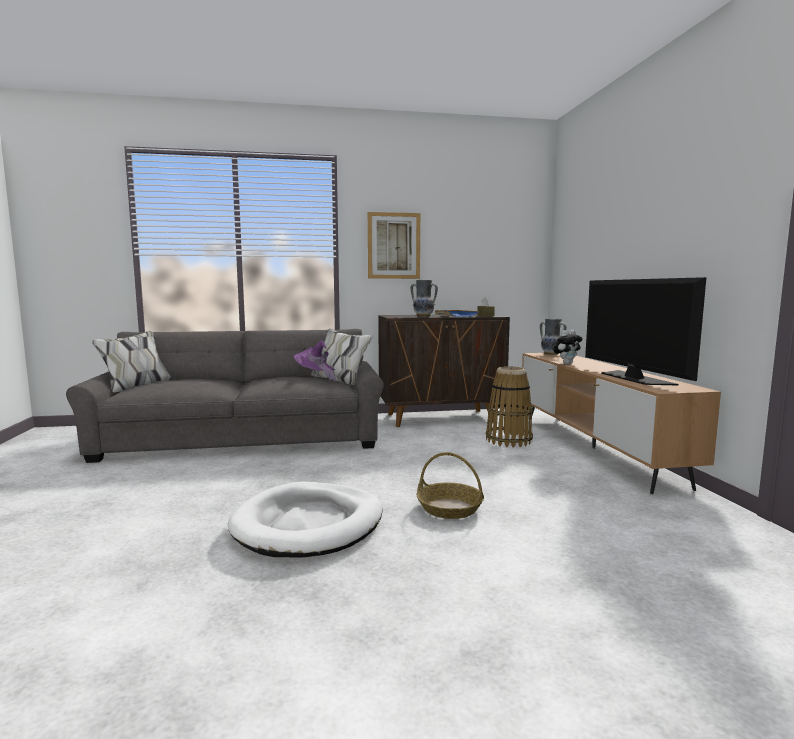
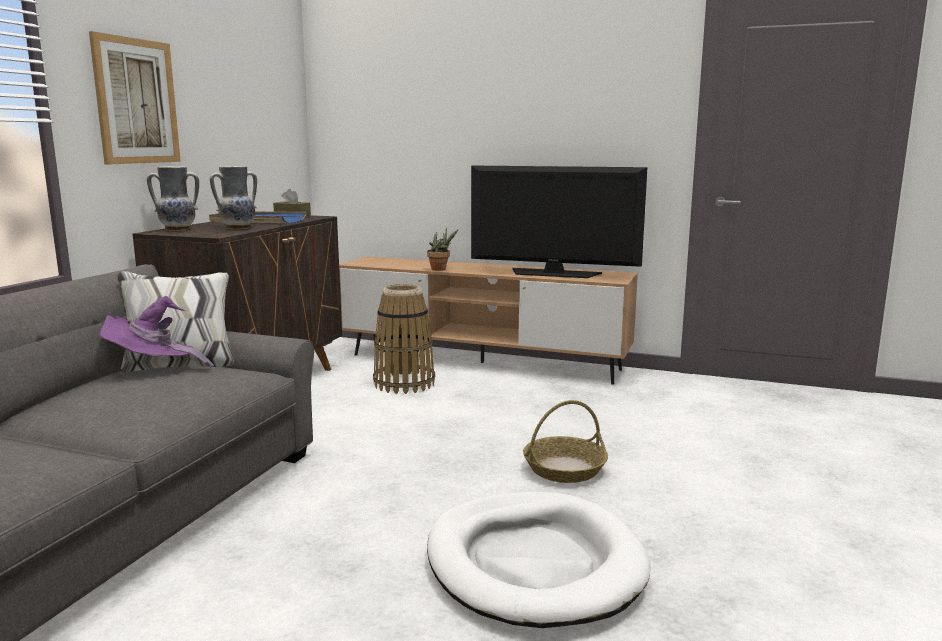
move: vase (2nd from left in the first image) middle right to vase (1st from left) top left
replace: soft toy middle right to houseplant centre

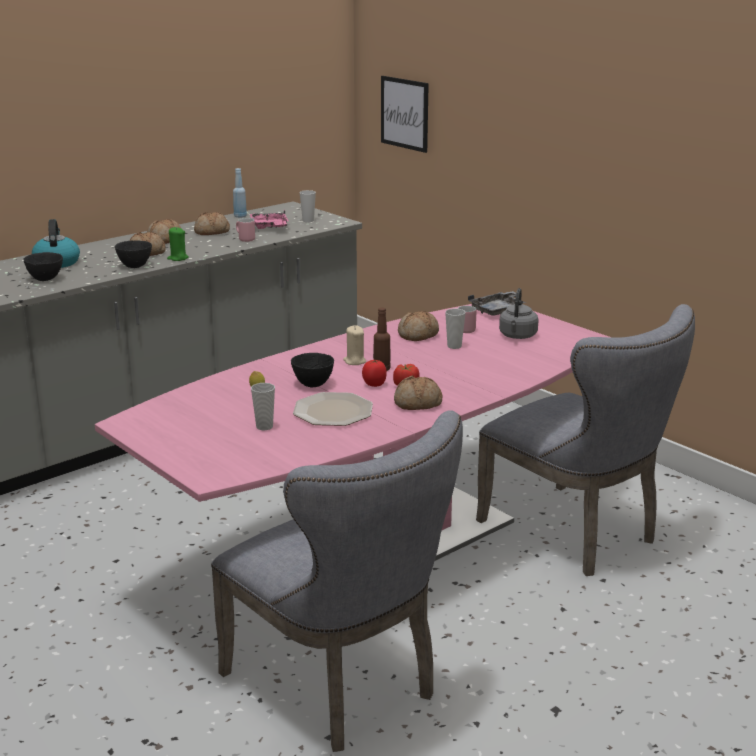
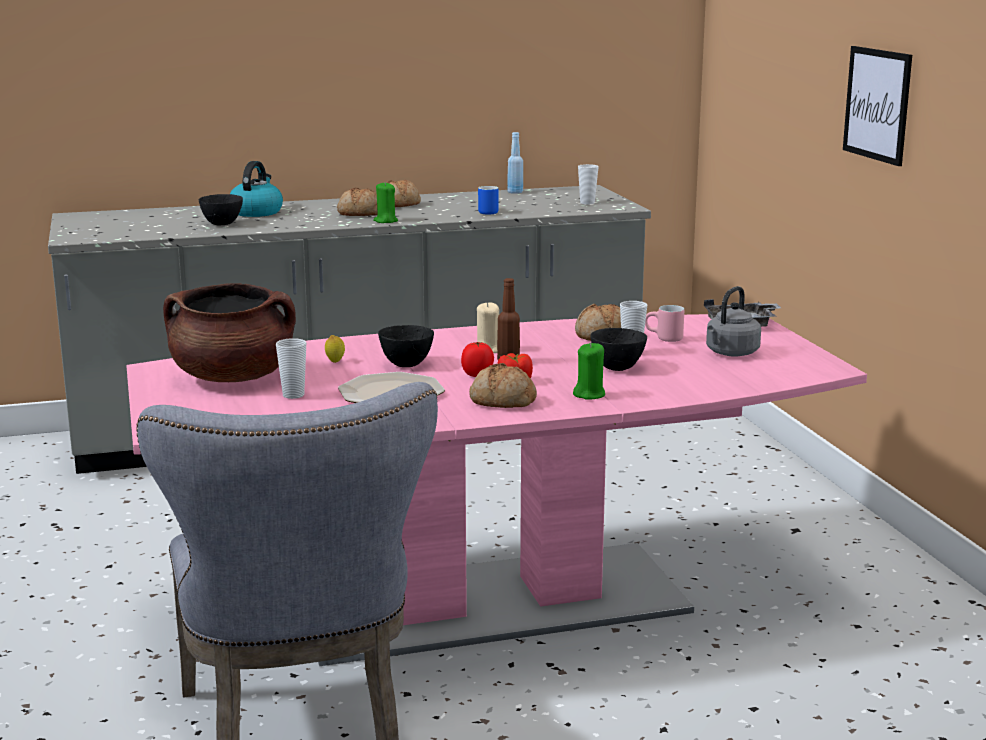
delete: bread (3rd from left) top left; pinkish tray top centre; grey chair (2nd from left) middle right
insert: brownish cooking pot middle left; greenish wax candle (2nd from left) centre
move: blackish bowl (2nd from left in the first image) middle left to blackish bowl (3rd from left) centre; wall art top centre to top right
recolor: pinkish mug (1st from left) top left to blue-coloured mug top centre

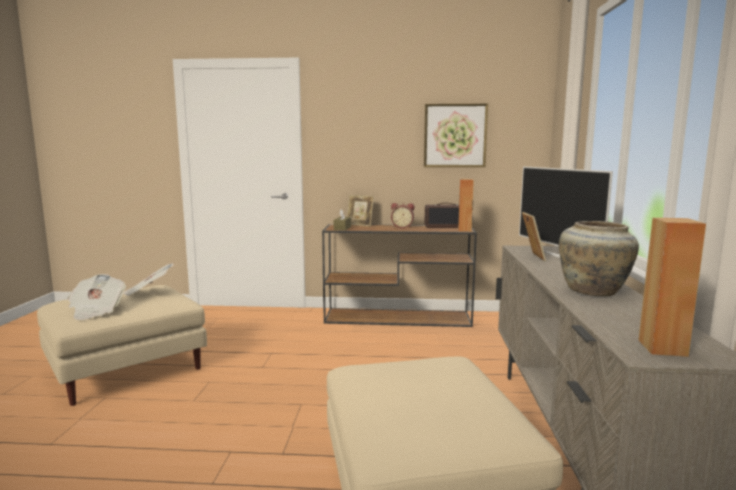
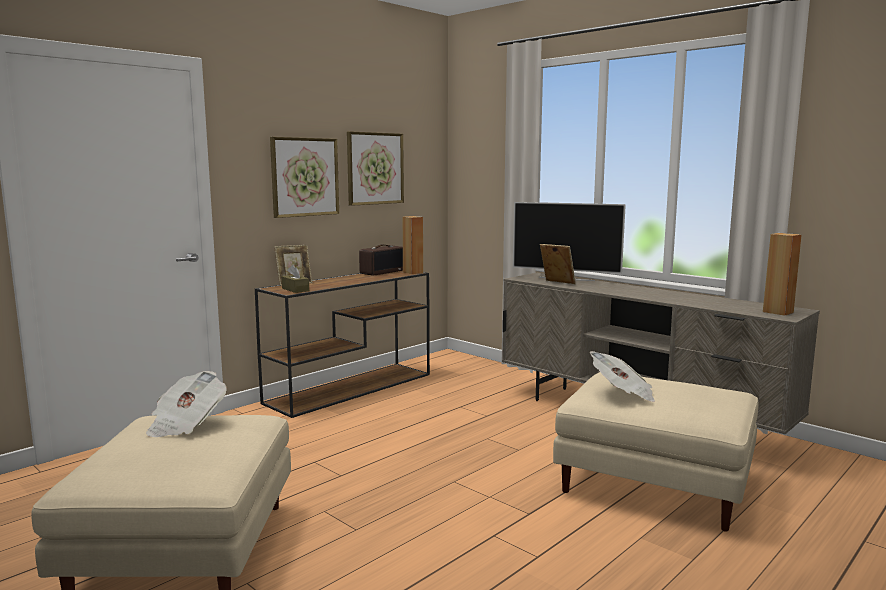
delete: table clock centre; beige-coloured vase middle right
insert: wall art (1st from left) top centre
move: newspaper (1st from left in the first image) middle left to newspaper (2nd from left) middle right

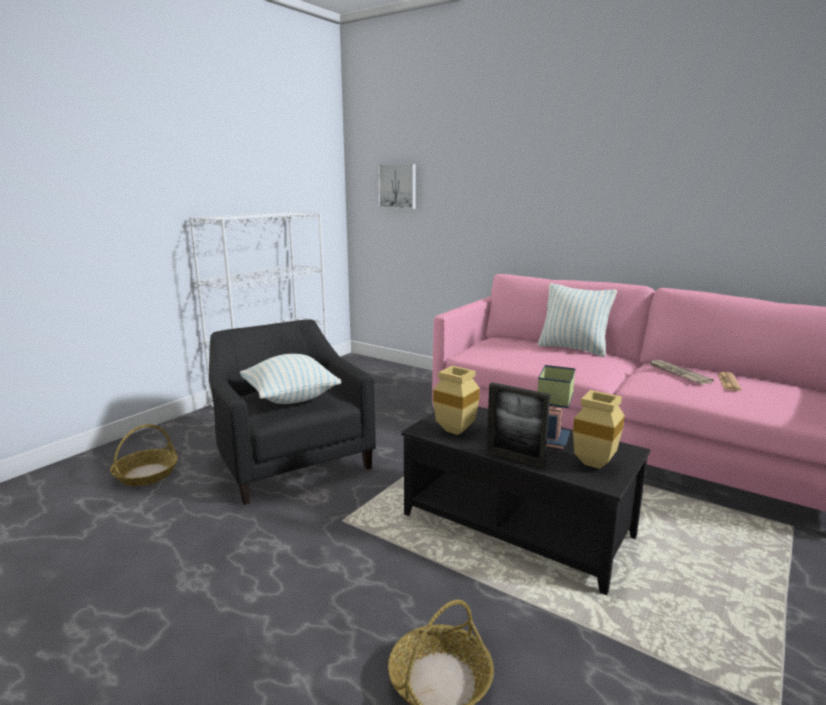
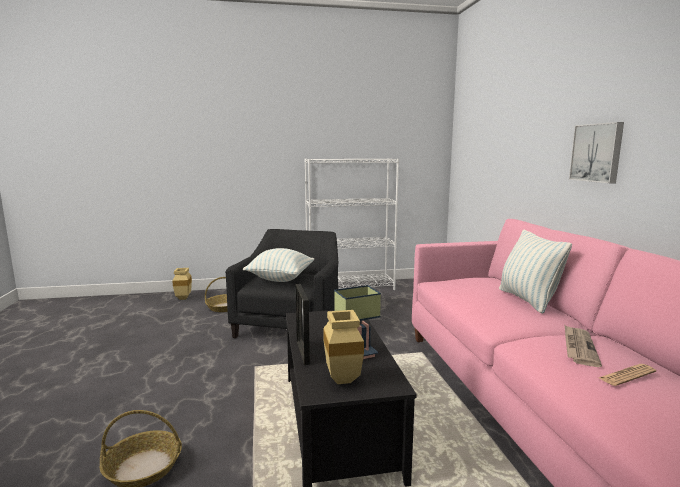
move: beige-coloured vase (1st from left) centre to middle left; wall art top centre to top right

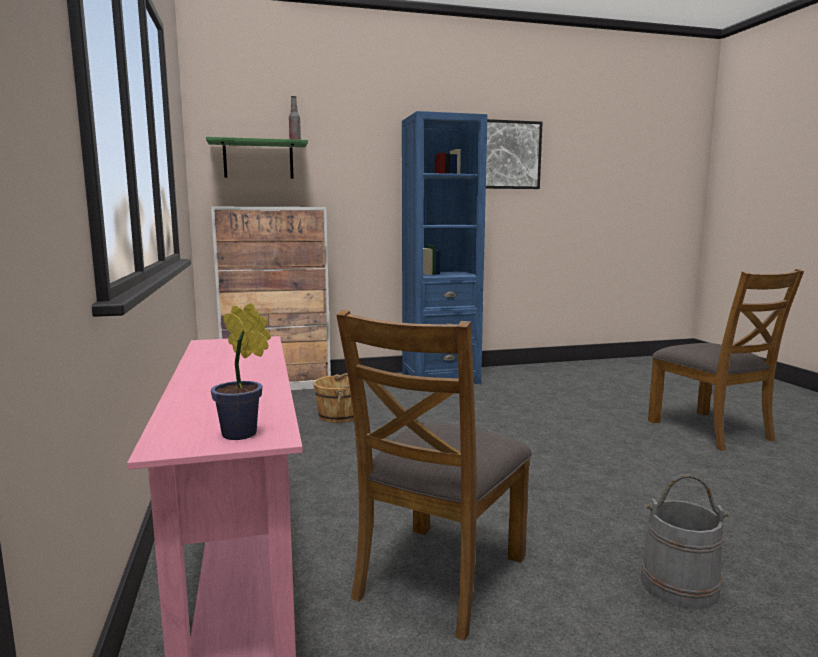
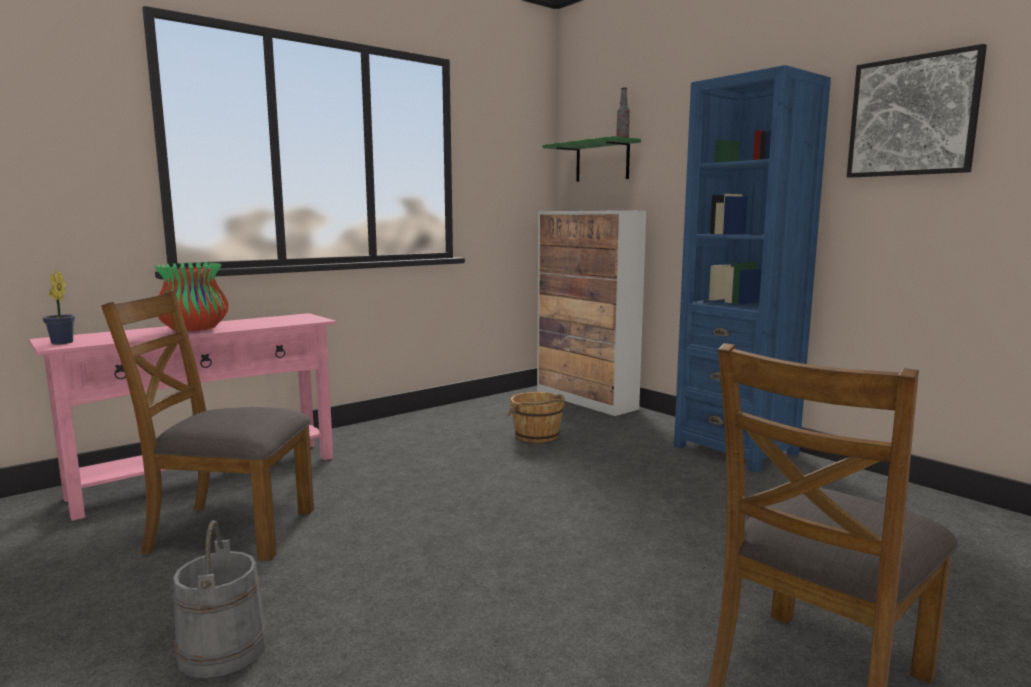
insert: vase middle left

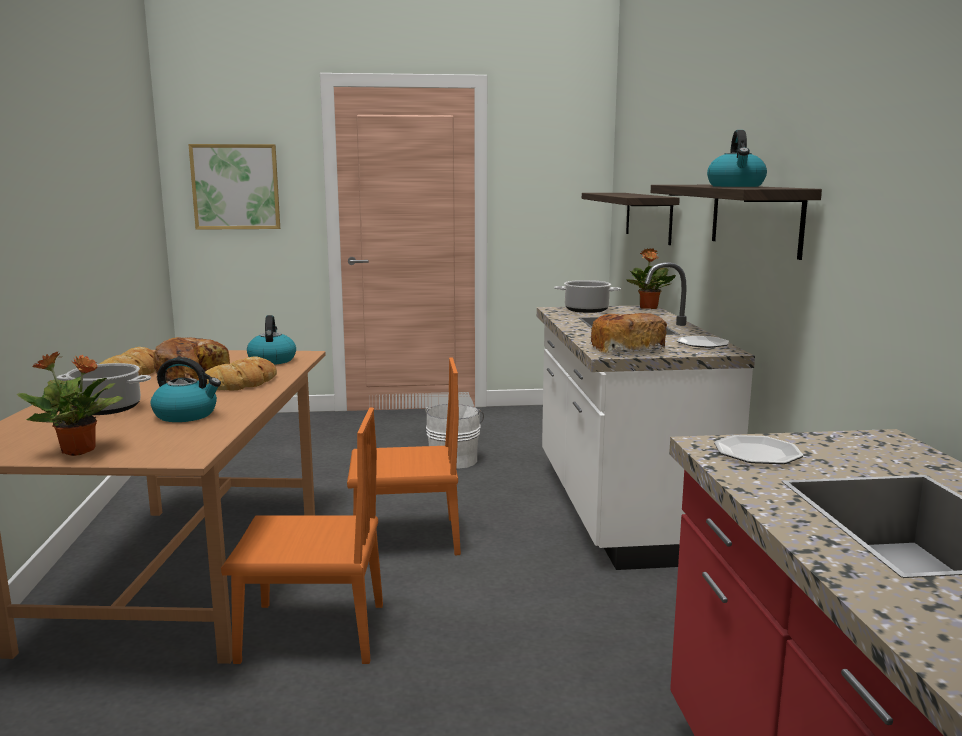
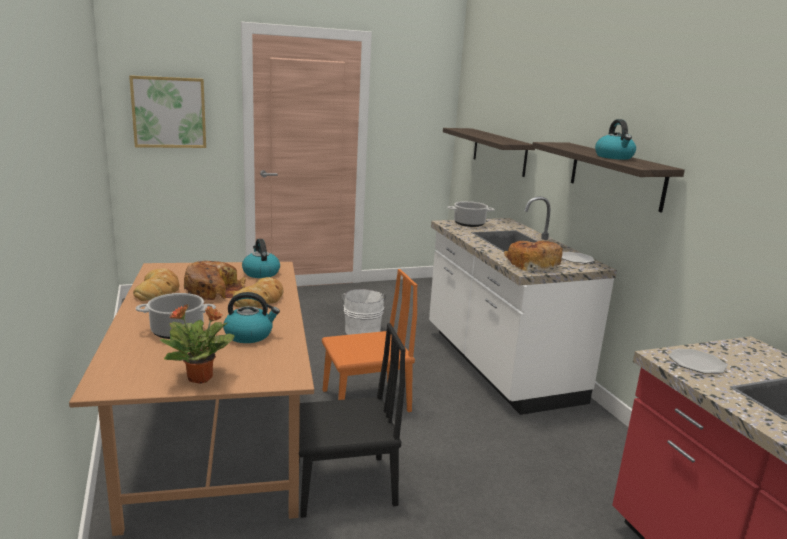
delete: houseplant (2nd from left) middle right
recolor: orange chair (1st from left) bottom left to blackish chair bottom centre

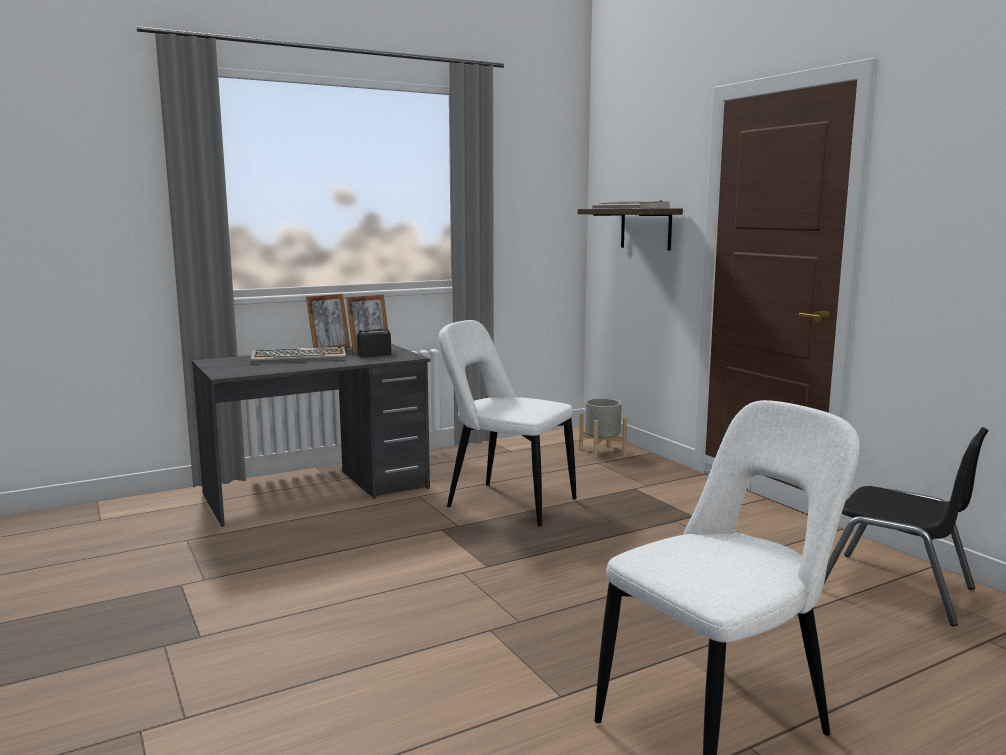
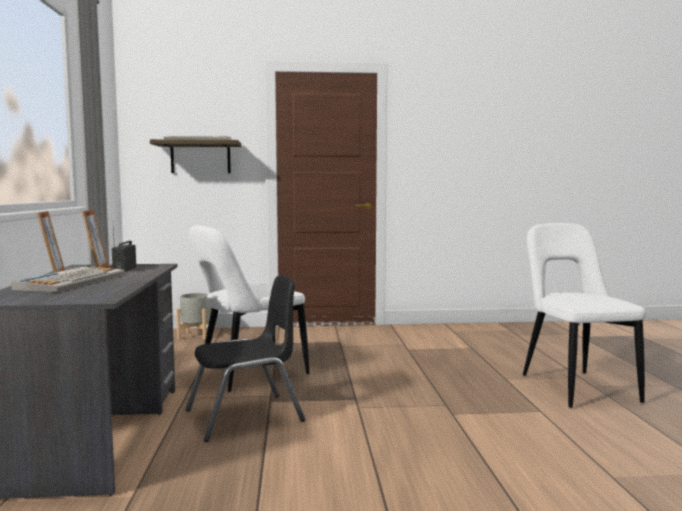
move: blackish chair bottom right to bottom centre

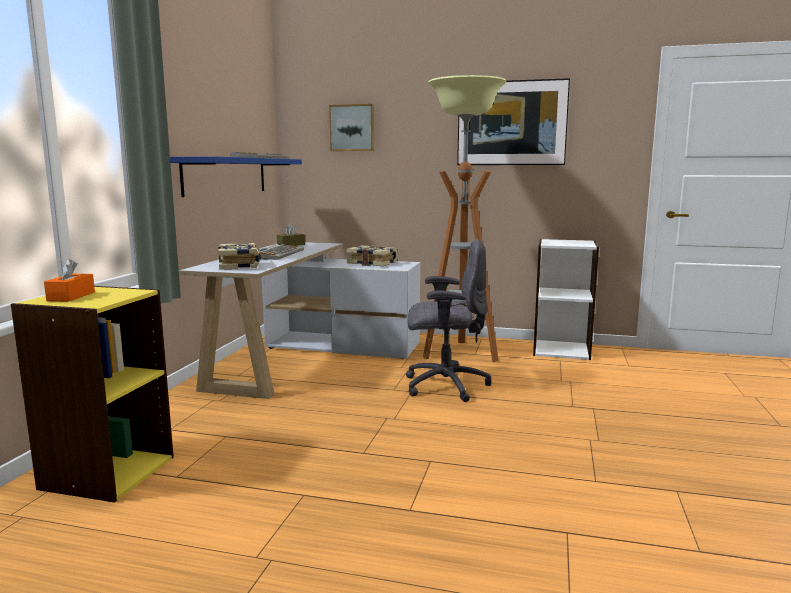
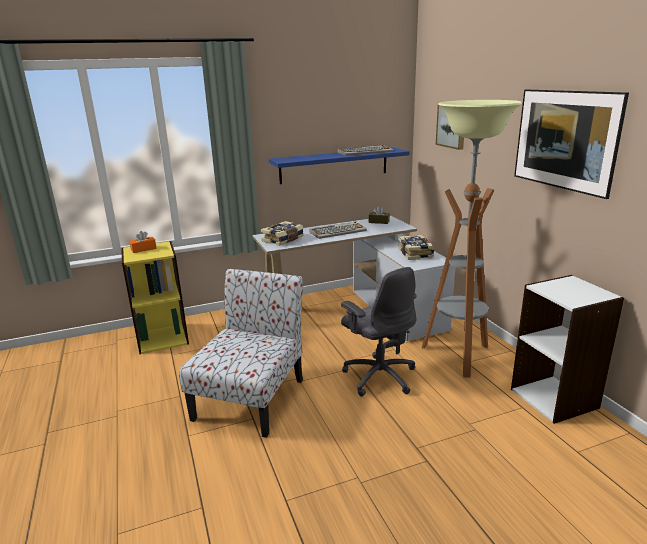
insert: chair centre

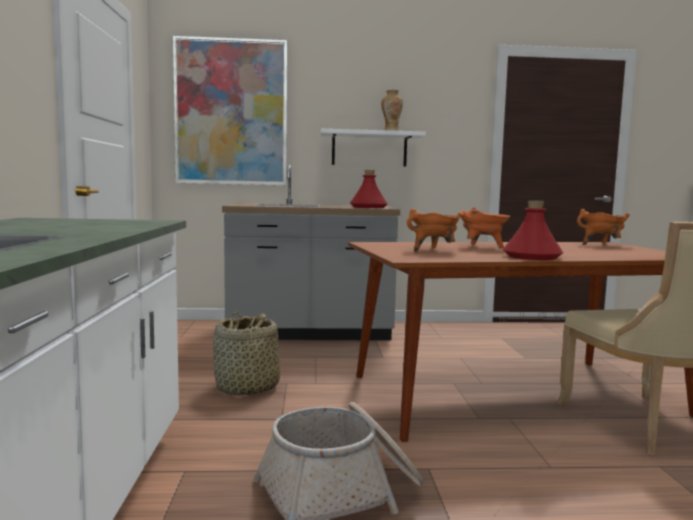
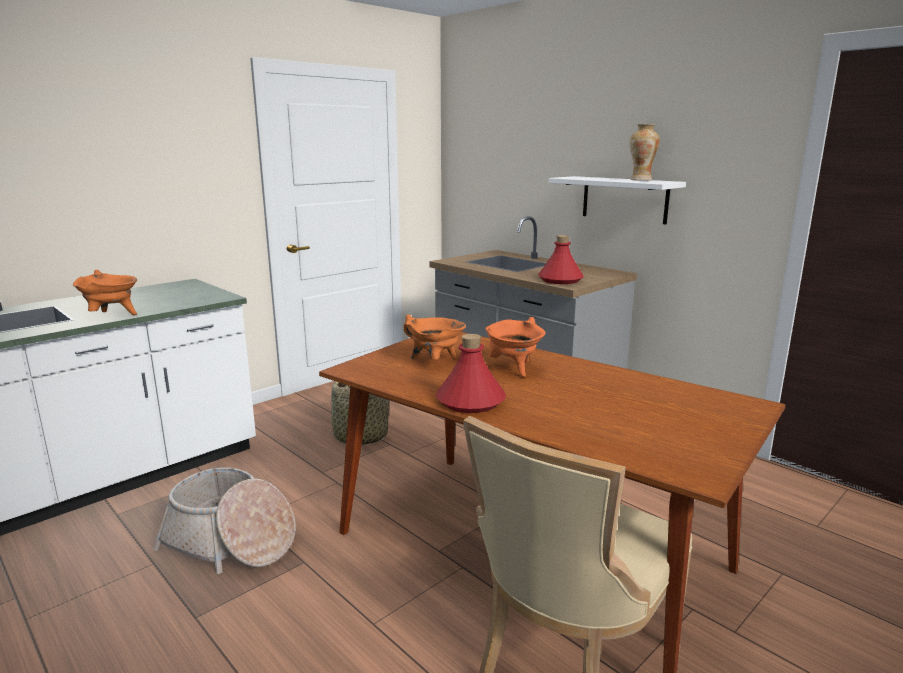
delete: wall art top left
move: orange cooking pot (3rd from left in the first image) middle right to orange cooking pot (1st from left) middle left

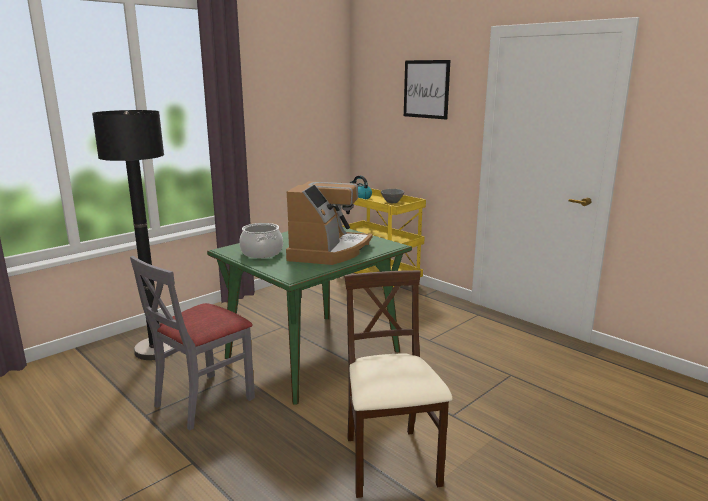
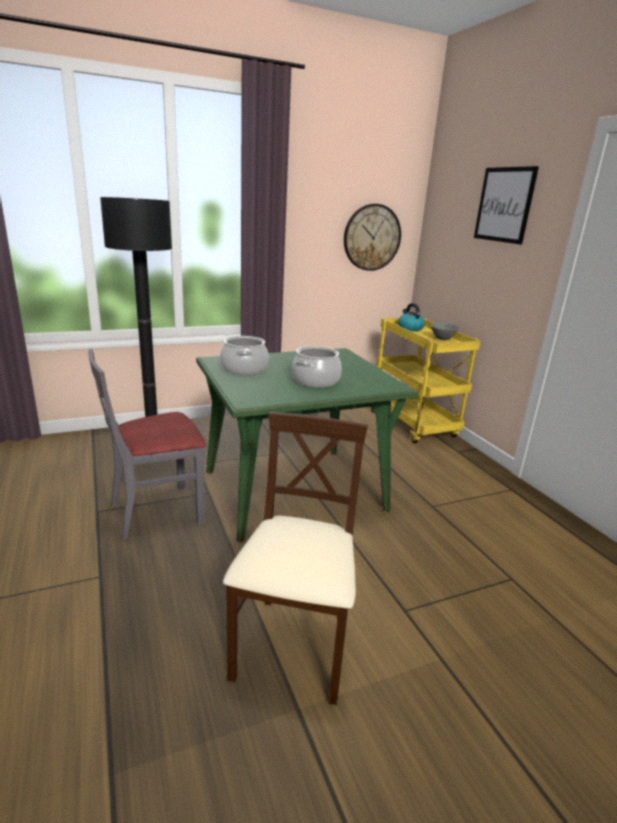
insert: hanging clock top centre
replace: coffee brewer centre to cooking pot (2nd from left) centre

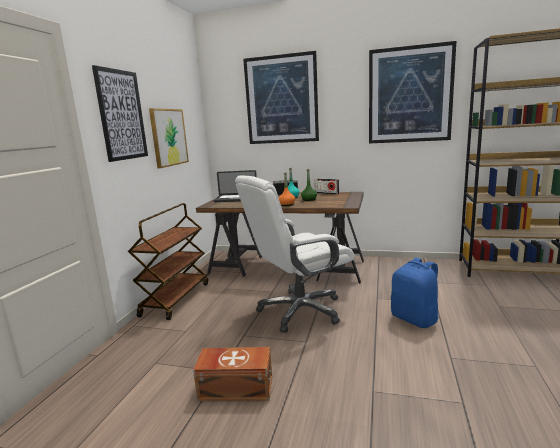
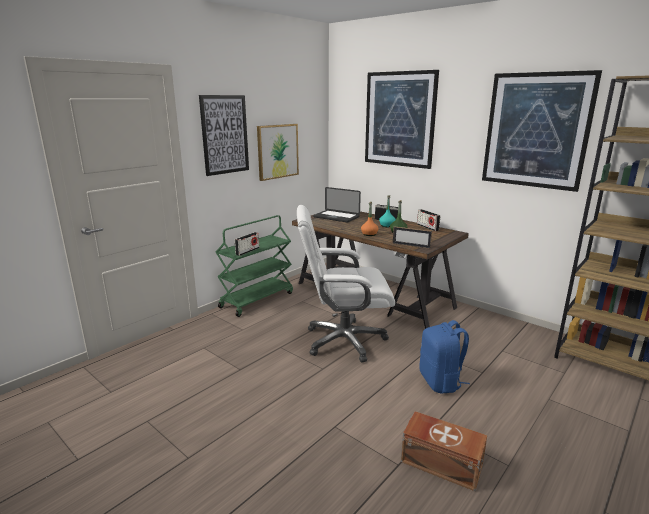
insert: radio (1st from left) centre; picture frame centre
move: brownish storage container bottom centre to bottom right
recolor: brownish trolley middle left to greenish trolley centre

